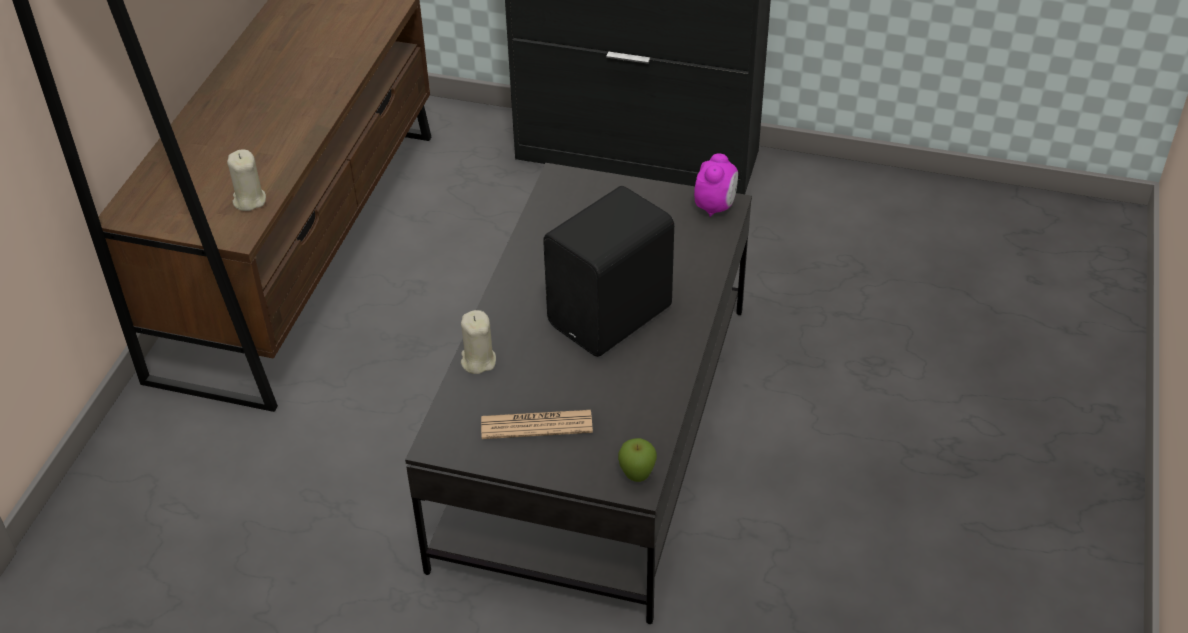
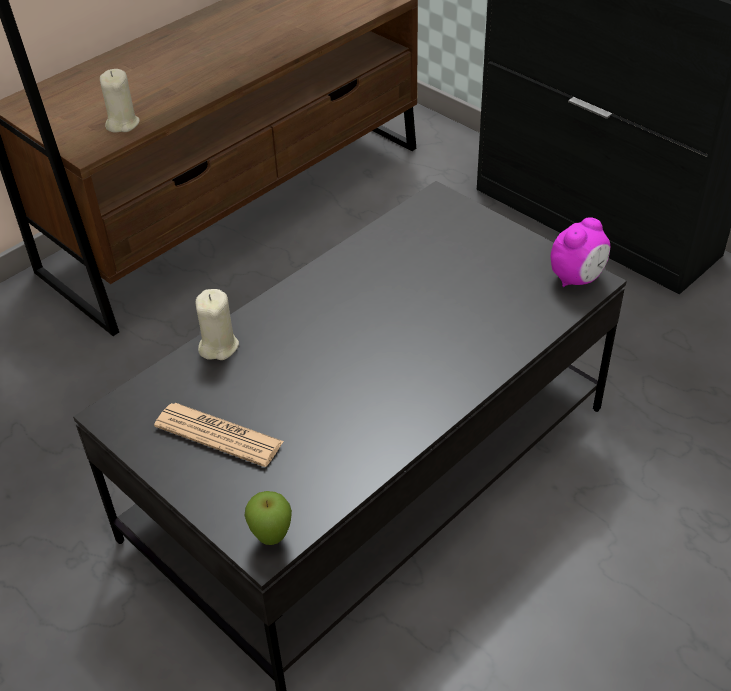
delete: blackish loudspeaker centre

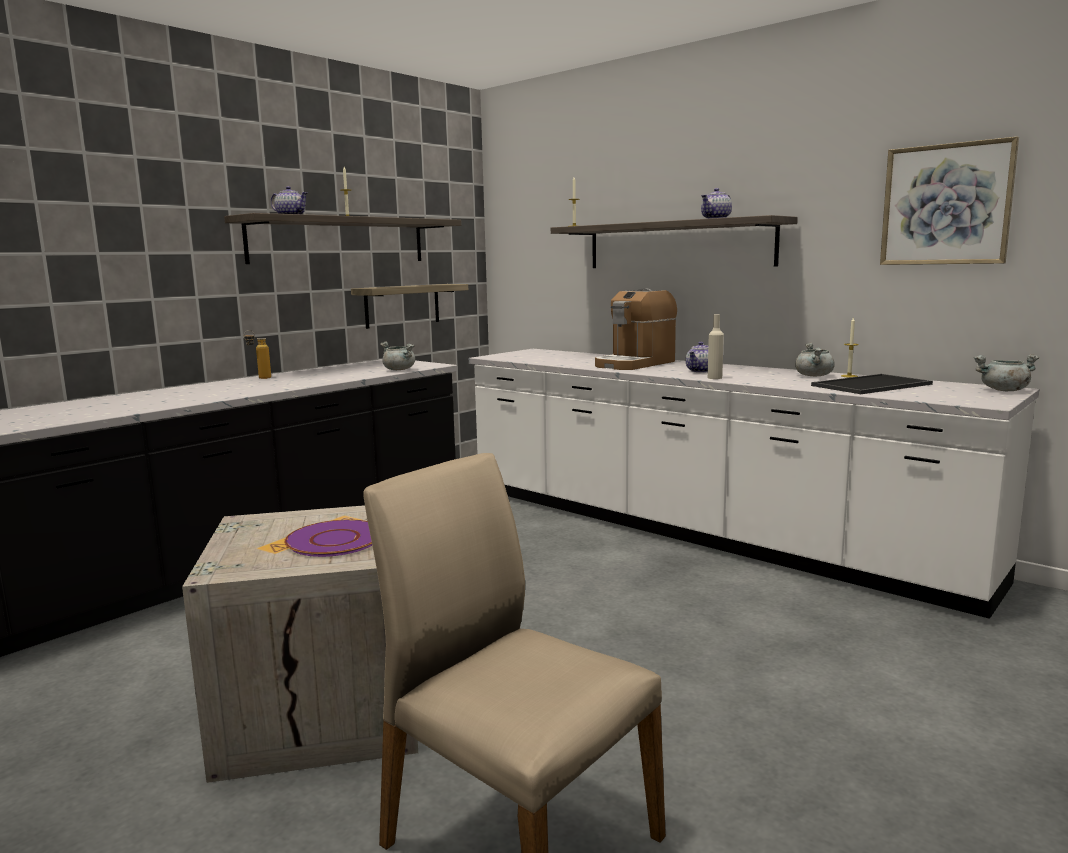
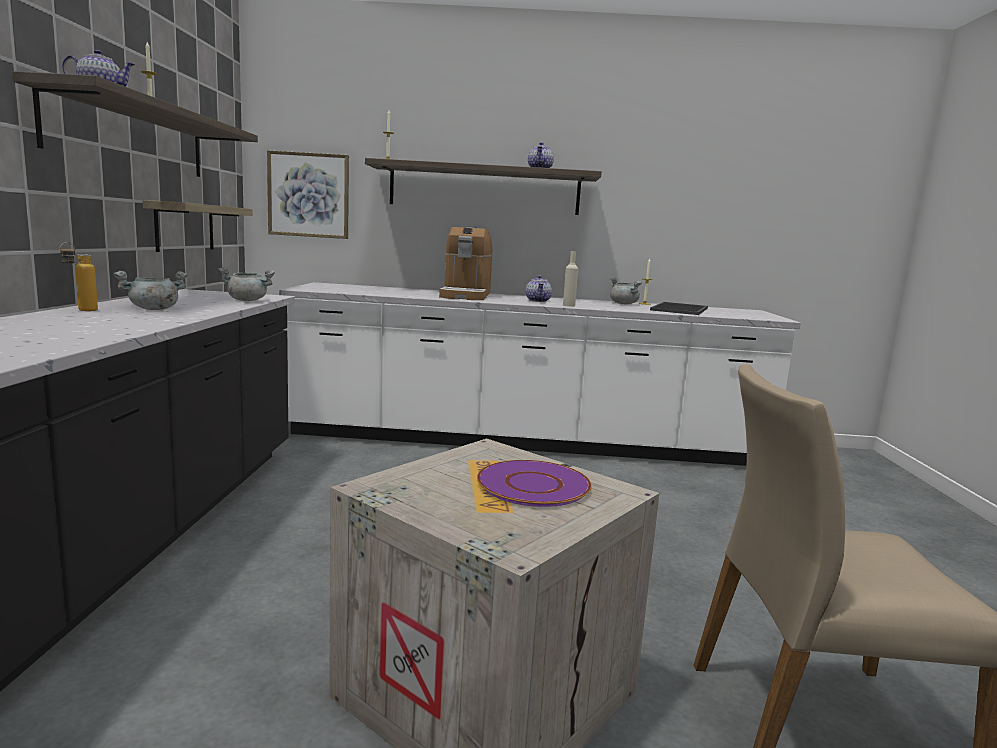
move: grey cooking pot (3rd from left in the first image) middle right to grey cooking pot (1st from left) middle left; wall art top right to top left

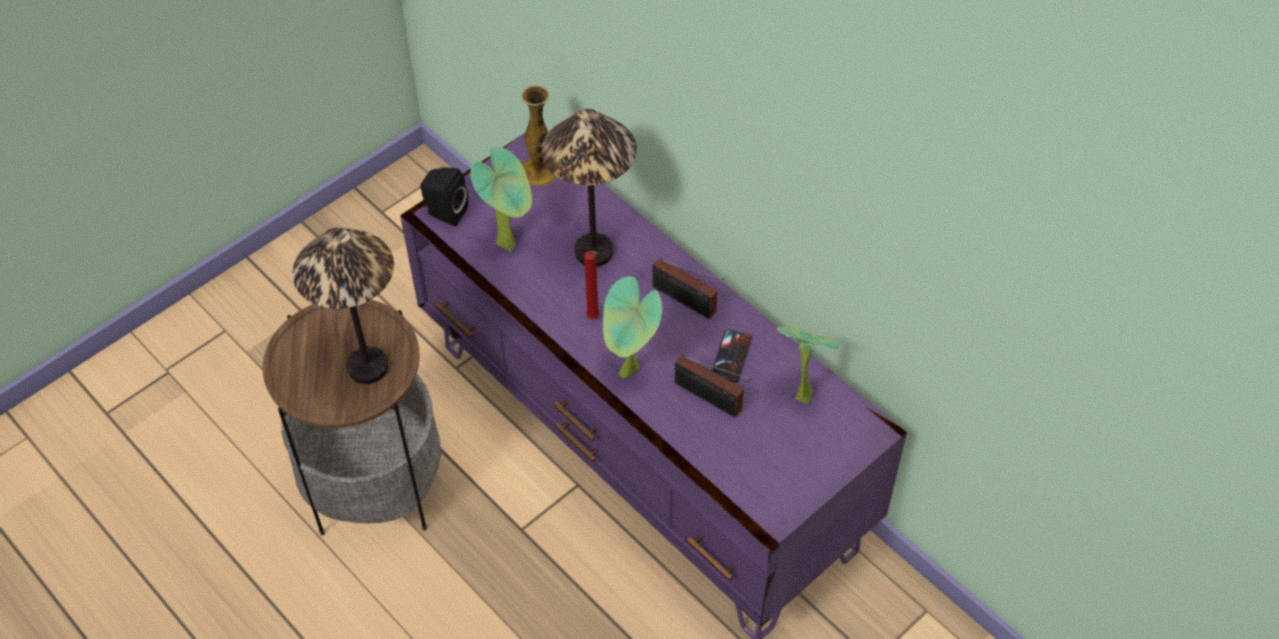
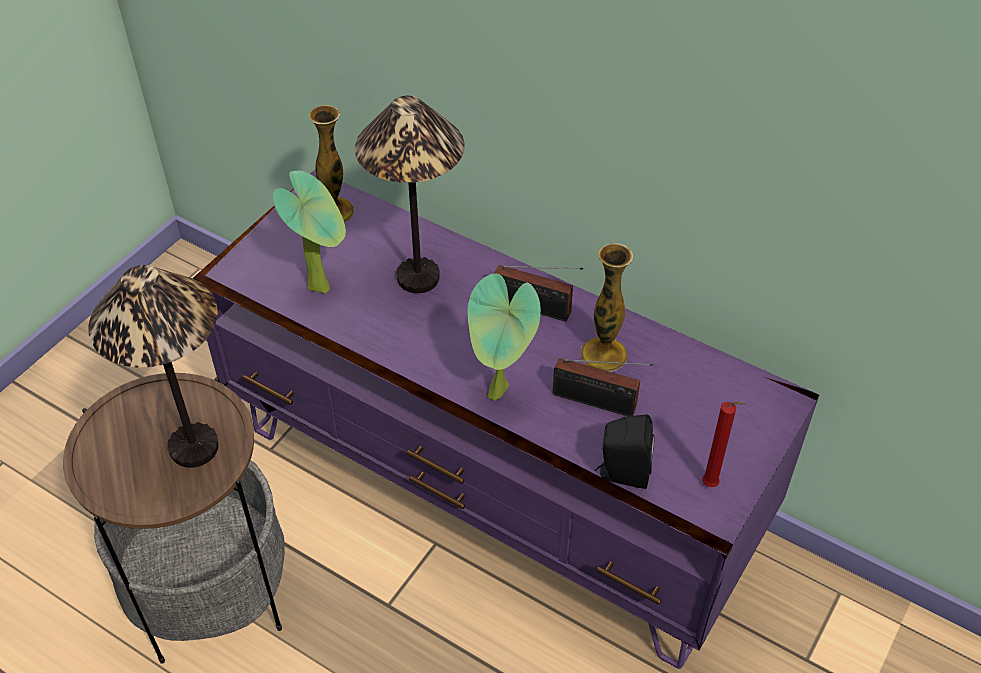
delete: houseplant (3rd from left) centre
move: blackish loudspeaker top centre to bottom centre; reddish wax candle centre to middle right
replace: telephone centre to vase (2nd from left) centre

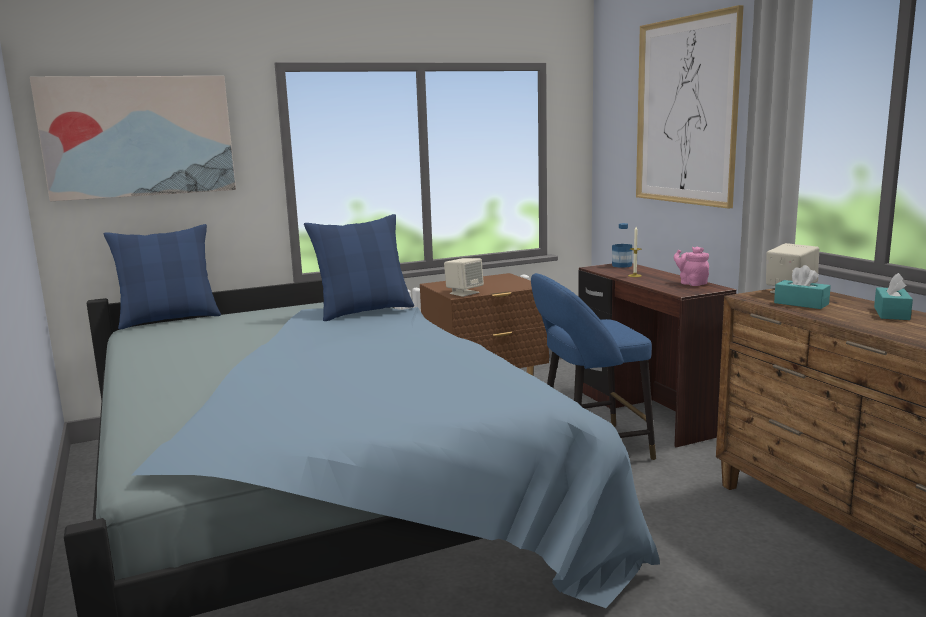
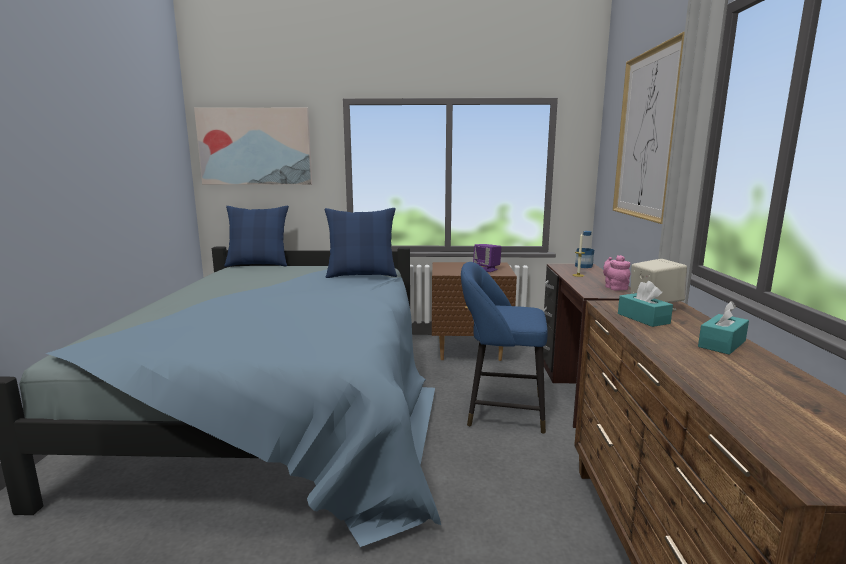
delete: beige-coloured loudspeaker (1st from left) centre
insert: purple loudspeaker centre

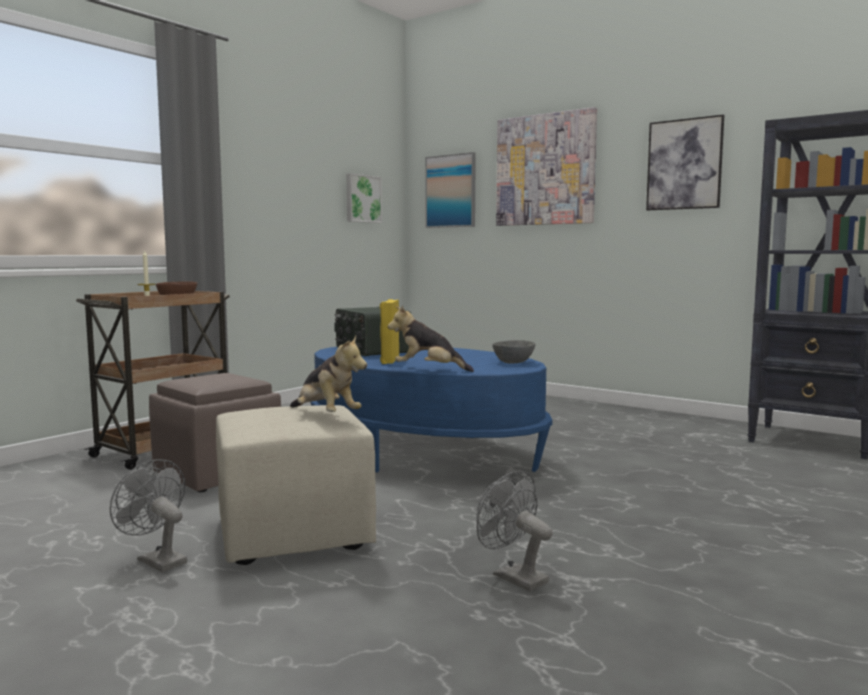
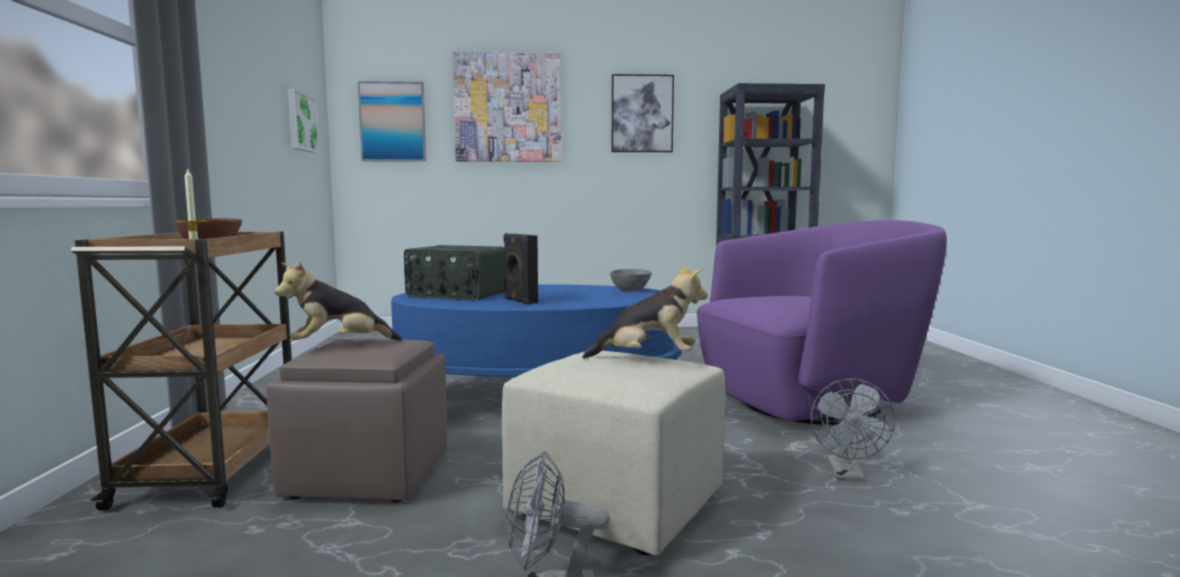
insert: purple easy chair middle right
move: soft toy (2nd from left in the first image) centre to soft toy (1st from left) middle left
recolor: yellow-coloured loudspeaker centre to blackish loudspeaker centre
rotate: grey fan (2nd from left) bottom centre = bottom right 90 degrees counterclockwise

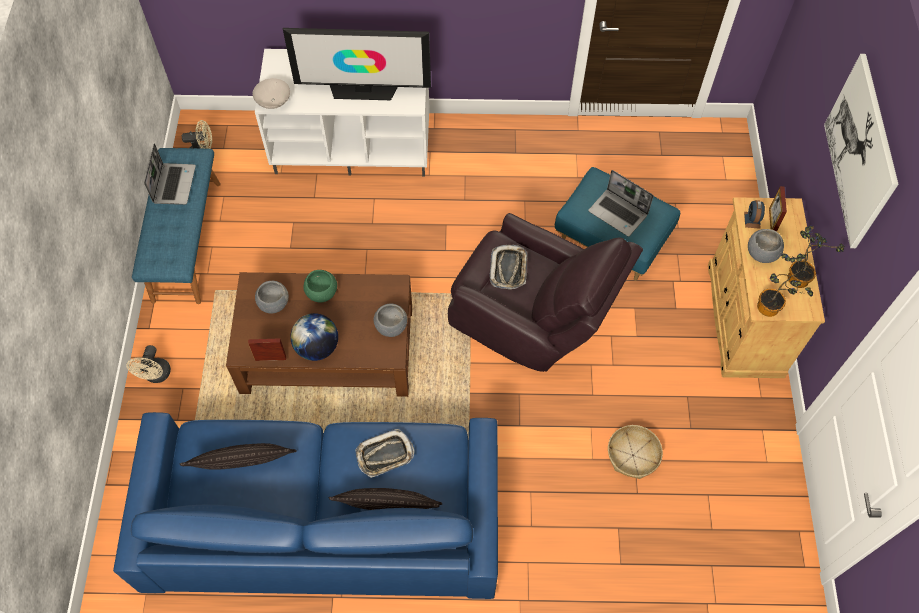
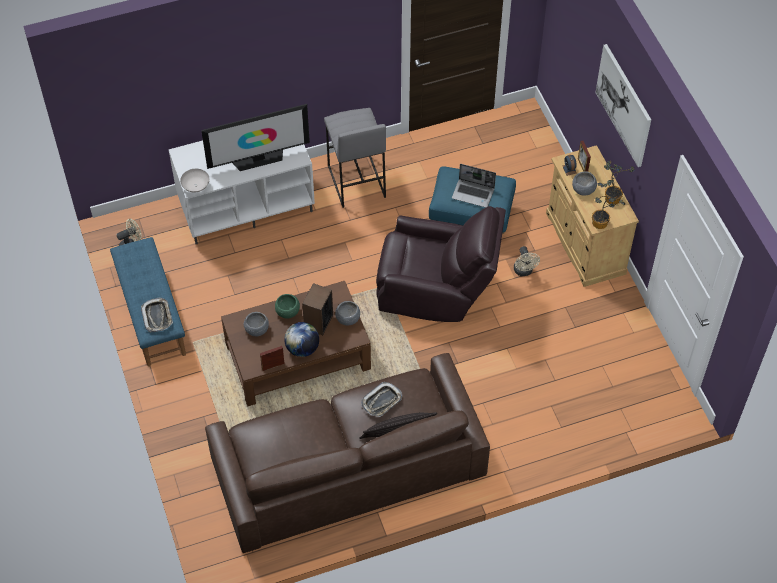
delete: laptop (1st from left) top left; throw pillow (1st from left) bottom left; basket bottom right
insert: loudspeaker centre; grey stool top centre
move: tray (2nd from left in the first image) centre to tray (1st from left) middle left; beige-coloured fan (1st from left in the first image) middle left to beige-coloured fan (2nd from left) middle right
recolor: blue-coloured sofa bottom left to brownish sofa bottom centre

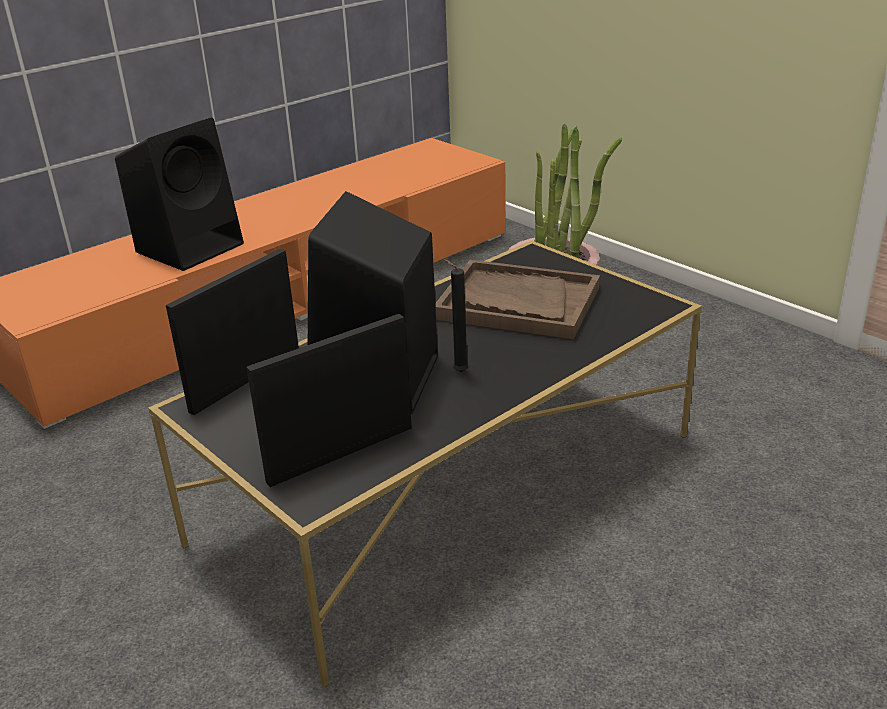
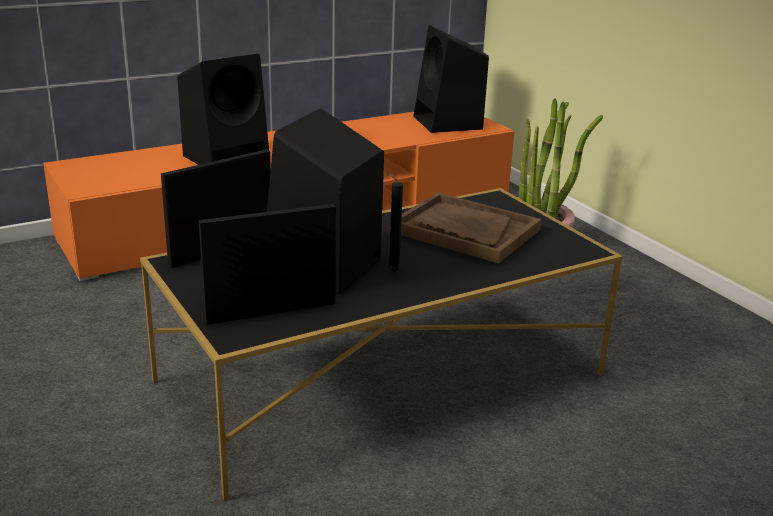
insert: blackish loudspeaker (3rd from left) top centre

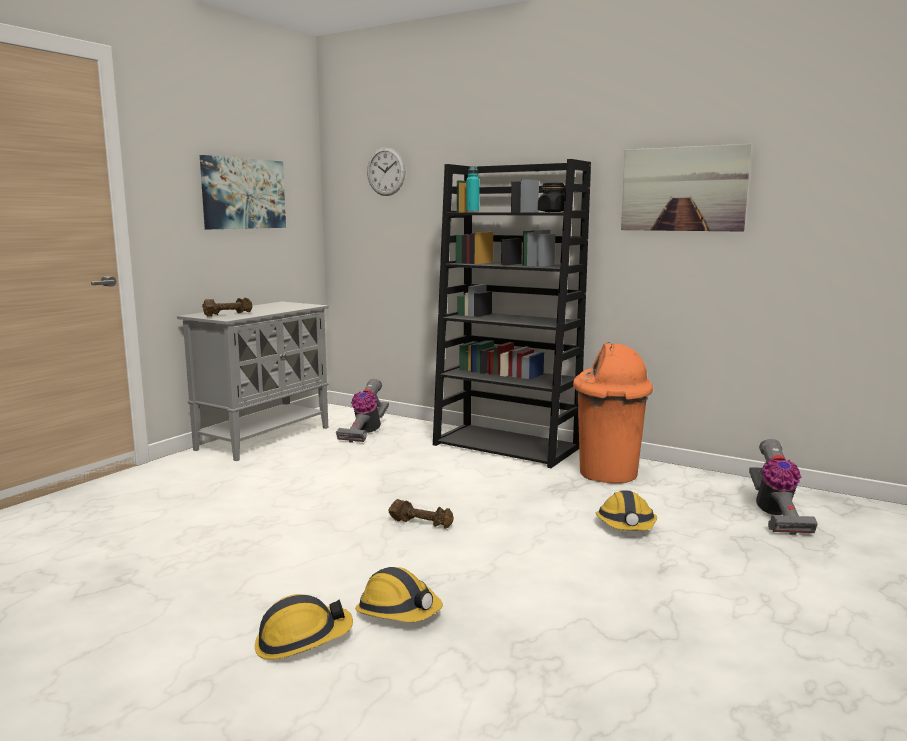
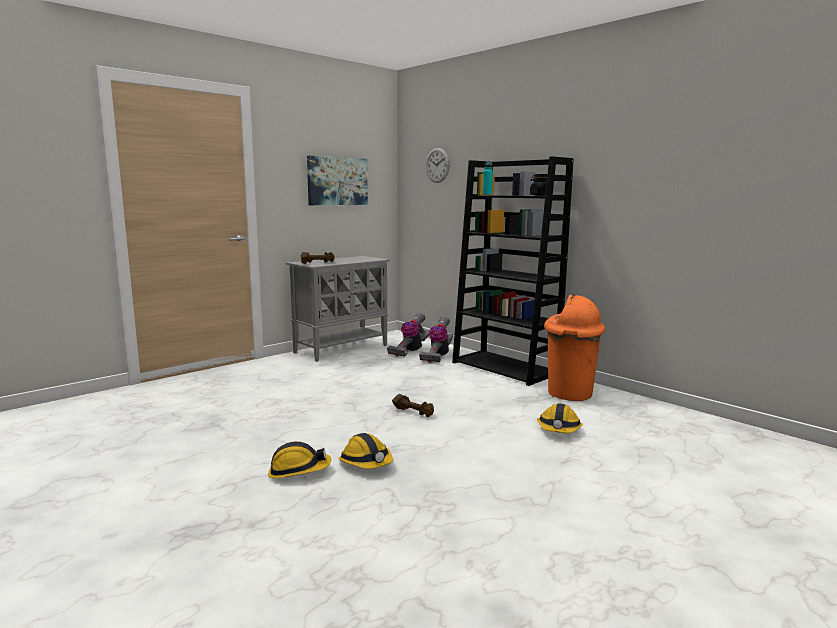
delete: wall art (2nd from left) top right
move: vacuum (2nd from left) middle right to centre

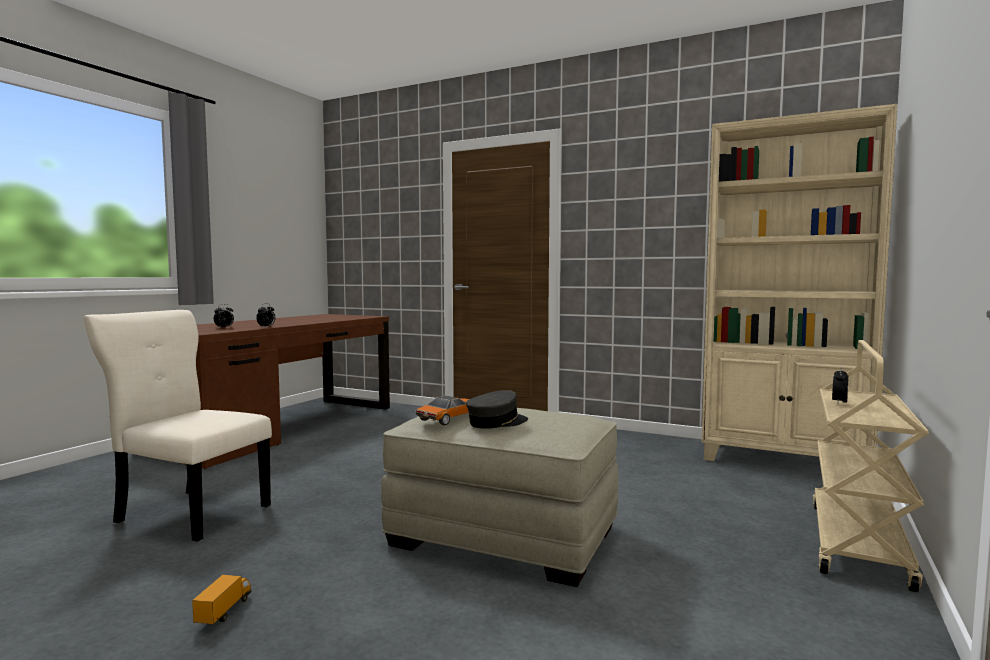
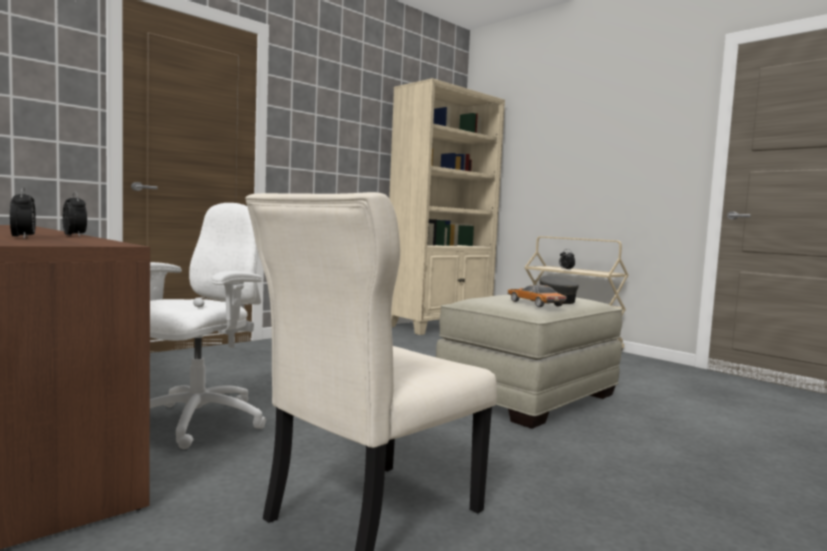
delete: toy truck bottom left
insert: whitish office chair middle left

